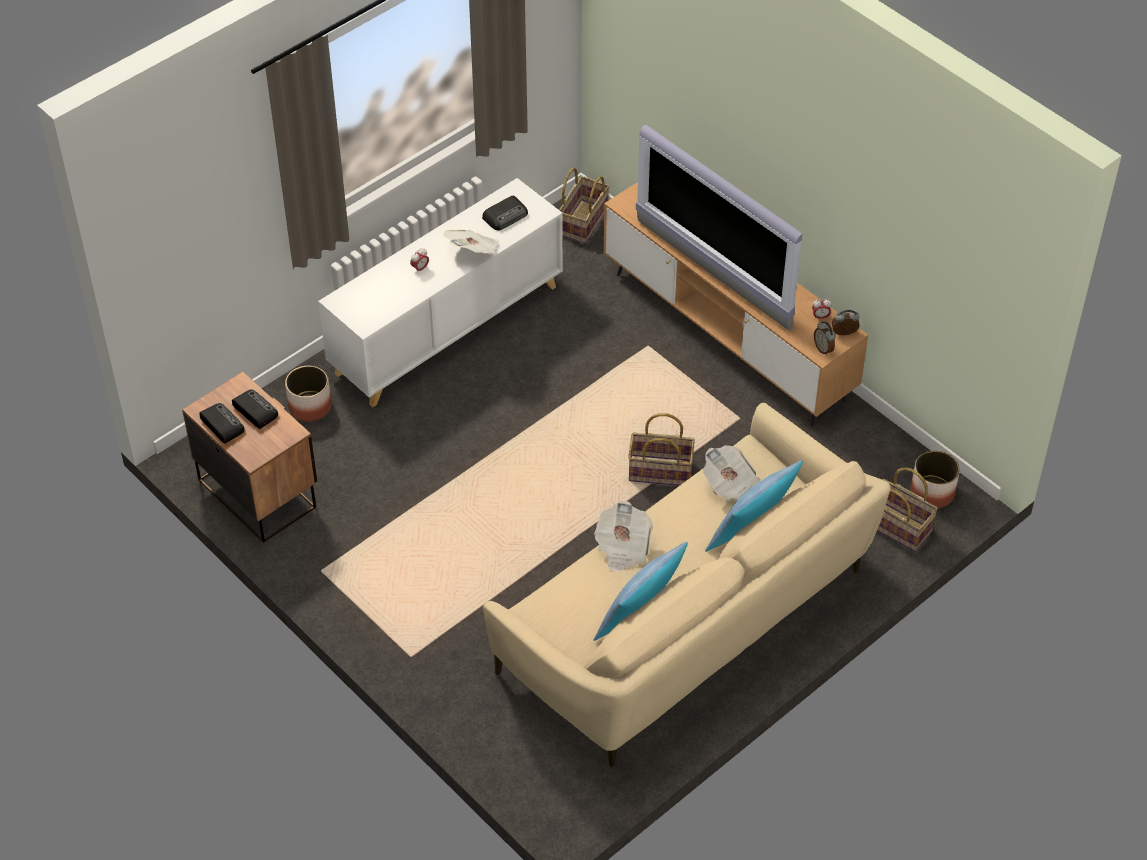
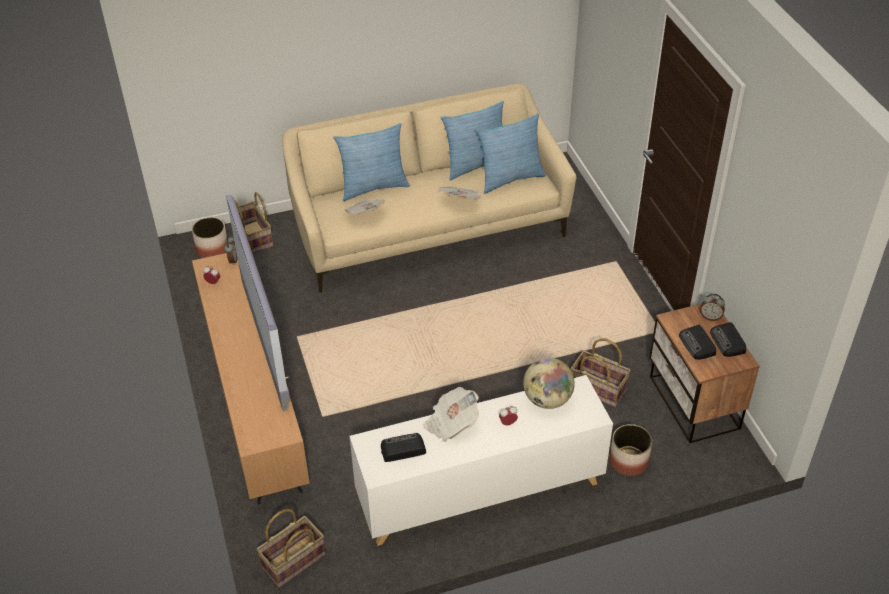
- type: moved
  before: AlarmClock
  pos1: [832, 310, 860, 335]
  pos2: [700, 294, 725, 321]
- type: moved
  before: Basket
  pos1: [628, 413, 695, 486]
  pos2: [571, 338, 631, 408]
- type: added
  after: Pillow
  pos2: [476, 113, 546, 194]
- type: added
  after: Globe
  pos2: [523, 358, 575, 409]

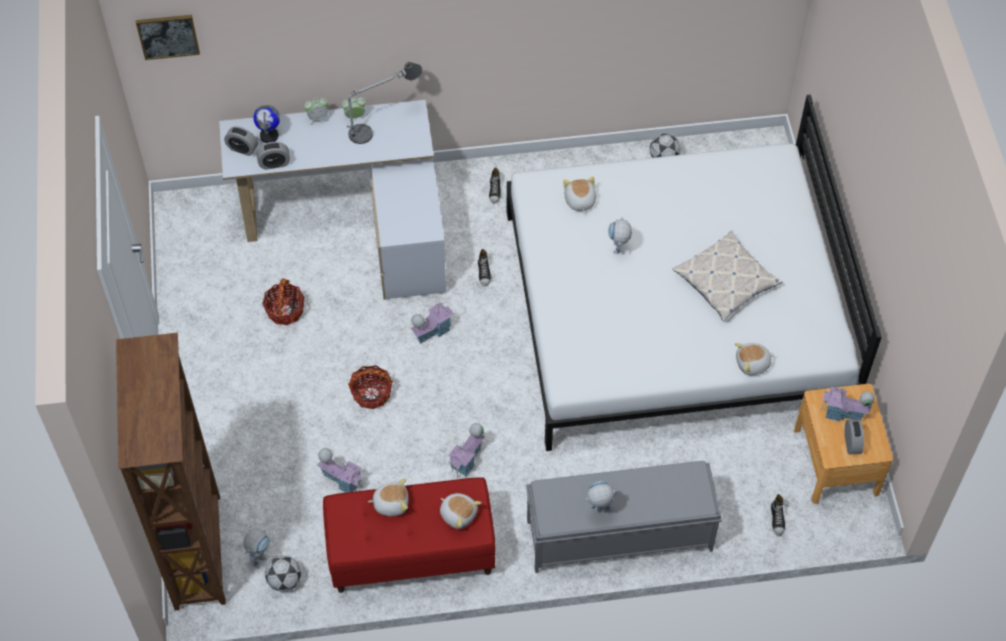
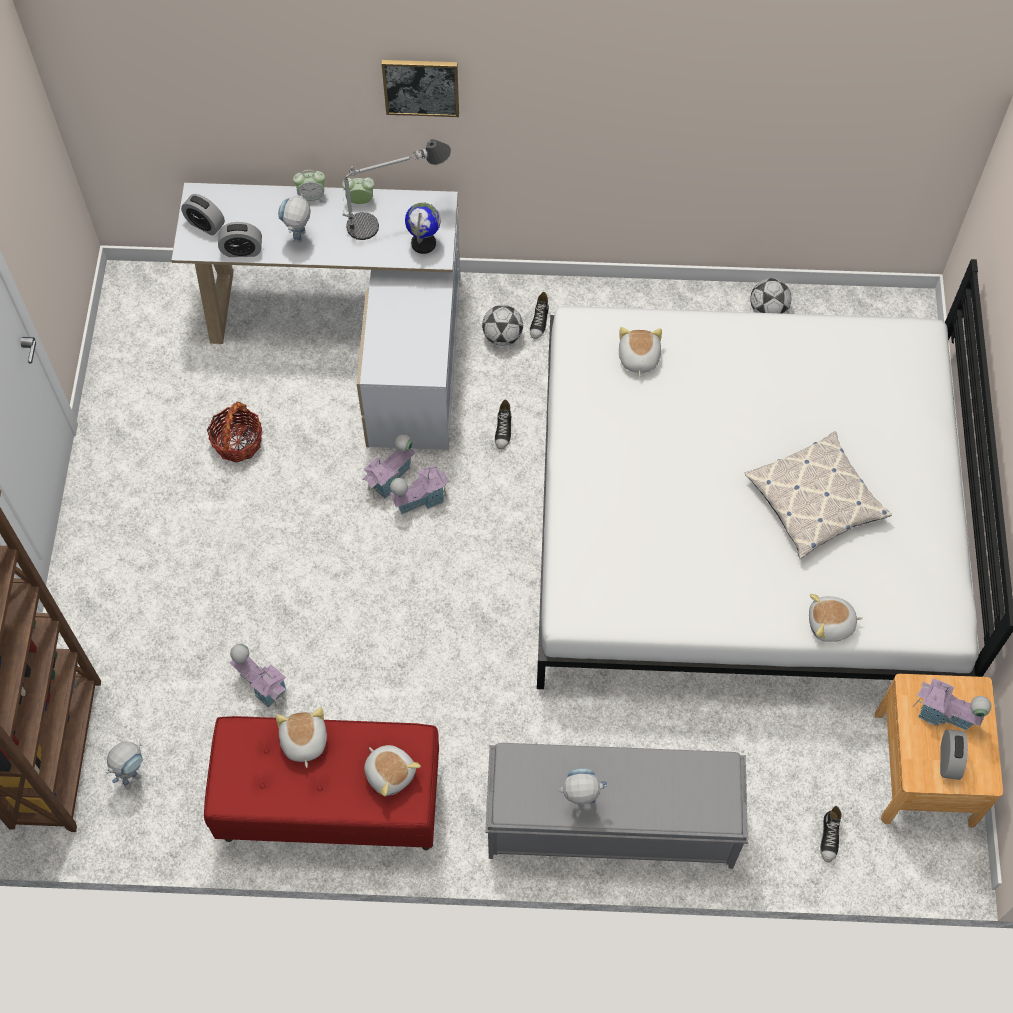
- type: moved
  before: Picture
  pos1: [136, 15, 200, 60]
  pos2: [382, 60, 459, 117]
- type: moved
  before: Globe
  pos1: [253, 105, 280, 143]
  pos2: [405, 202, 441, 254]
- type: moved
  before: ToyRobot
  pos1: [608, 217, 632, 253]
  pos2: [278, 194, 311, 242]
- type: removed
  before: Basket
  pos1: [348, 365, 393, 409]
- type: moved
  before: ToyHouse
  pos1: [448, 423, 485, 478]
  pos2: [362, 434, 415, 499]
- type: turned
  before: PlushToy
  pos1: [368, 478, 409, 516]
  pos2: [276, 707, 327, 768]
  turn: -105
- type: moved
  before: Football
  pos1: [265, 555, 301, 592]
  pos2: [482, 305, 523, 346]

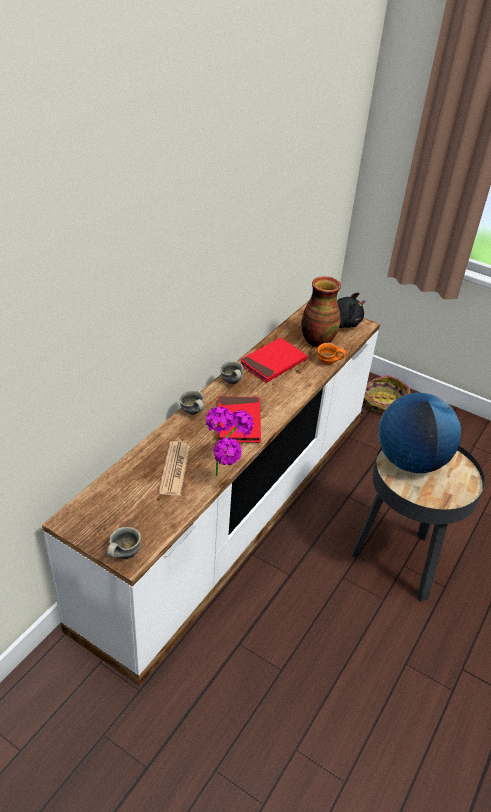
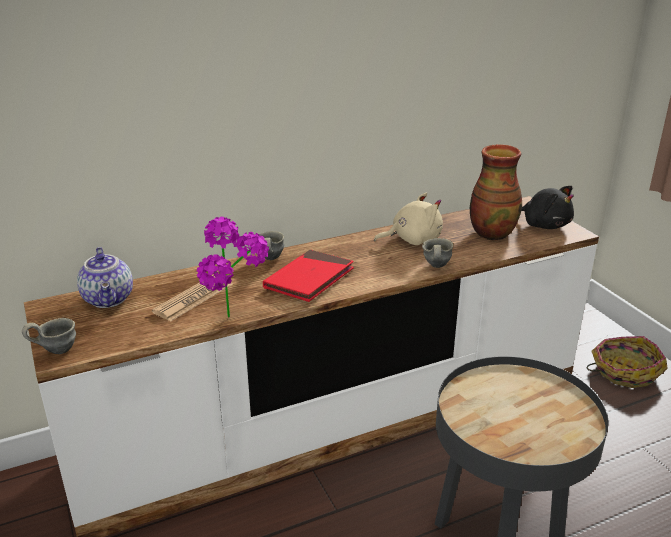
- type: replaced
  before: RedBook
  after: BeigePlushToy
  pos1: [240, 338, 307, 383]
  pos2: [374, 192, 443, 245]
- type: removed
  before: OrangeMug
  pos1: [317, 343, 346, 365]
- type: moved
  before: GreyMug
  pos1: [220, 361, 243, 384]
  pos2: [422, 238, 453, 268]
- type: removed
  before: Globe
  pos1: [378, 393, 461, 473]
- type: added
  after: Teapot
  pos2: [77, 247, 133, 308]

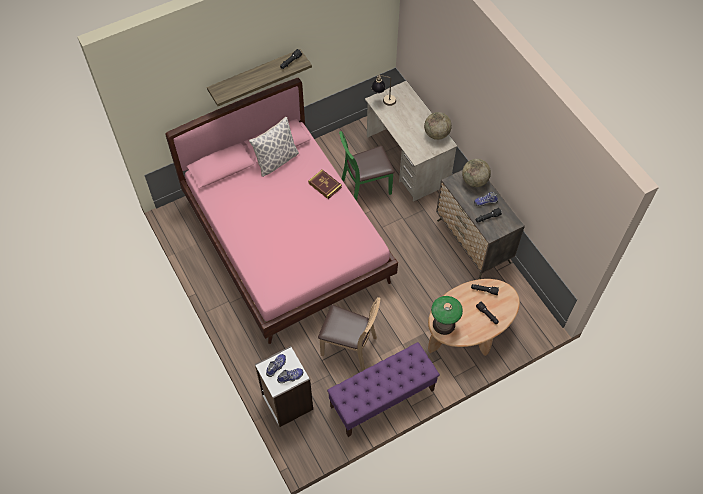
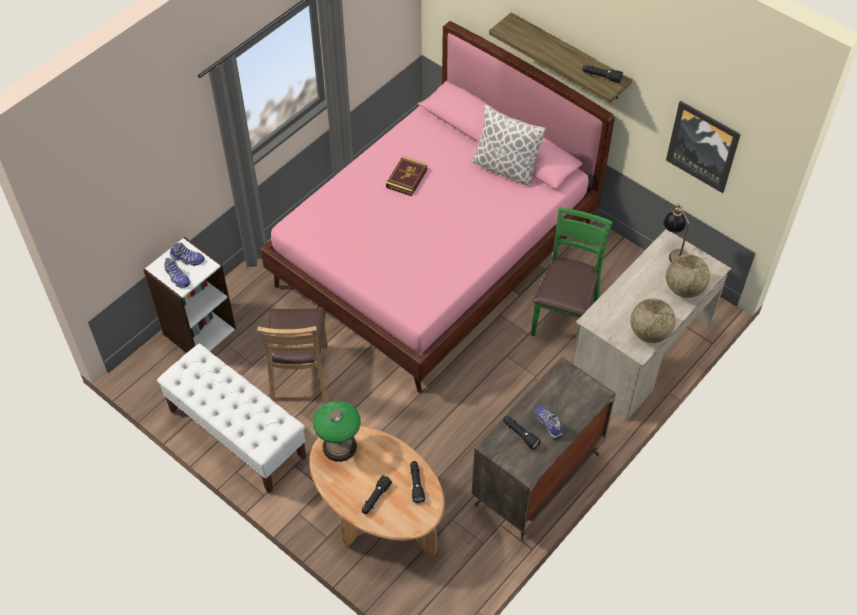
- type: turned
  before: GreenChair
  pos1: [339, 131, 395, 201]
  pos2: [531, 208, 613, 347]
  turn: 60
- type: moved
  before: Globe
  pos1: [462, 159, 491, 187]
  pos2: [666, 254, 710, 298]
- type: moved
  before: Book
  pos1: [308, 170, 342, 199]
  pos2: [386, 156, 428, 196]
- type: recoloured
  before: PurpleBench
  after: WhiteBench
  pos1: [327, 342, 440, 437]
  pos2: [157, 344, 307, 493]
- type: added
  after: Picture
  pos2: [666, 101, 741, 193]

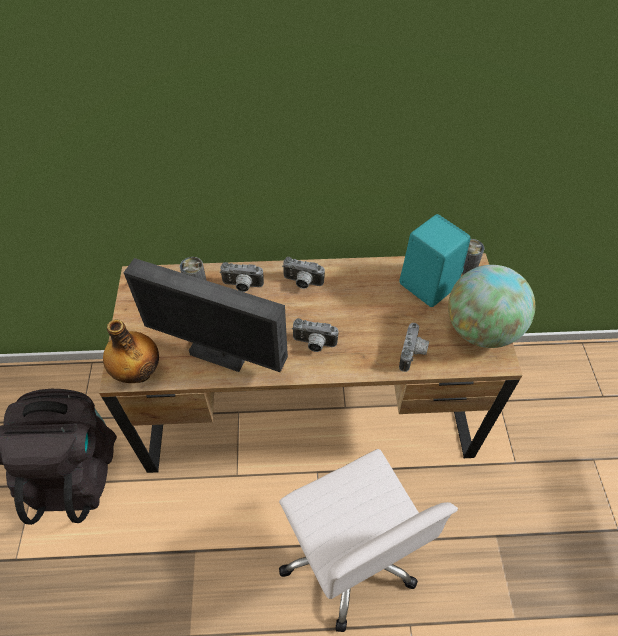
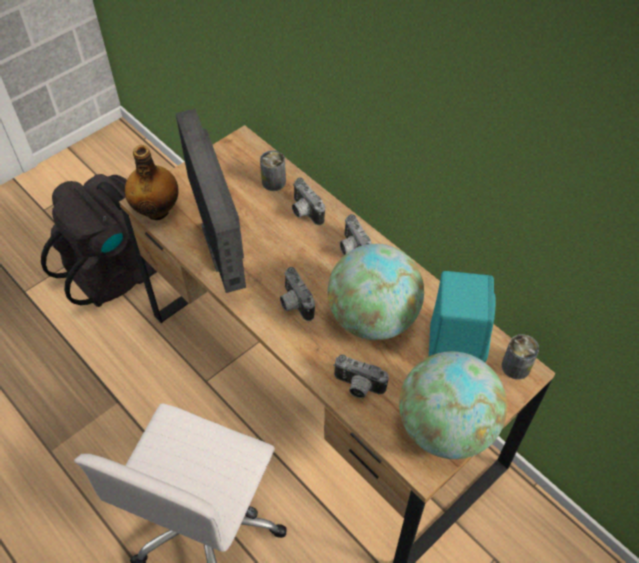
- type: turned
  before: PhotoCamera
  pos1: [399, 323, 429, 372]
  pos2: [333, 354, 389, 398]
  turn: 45
- type: added
  after: Globe
  pos2: [328, 244, 424, 340]

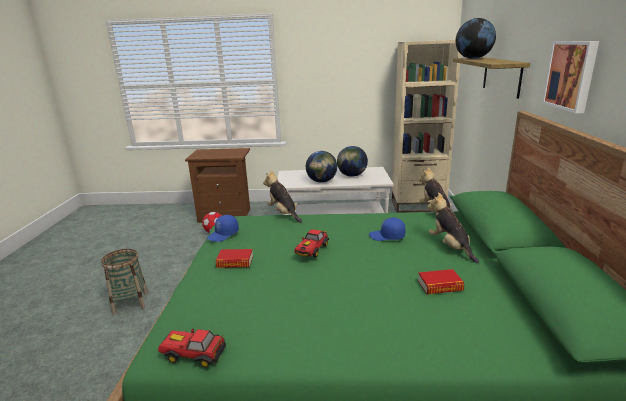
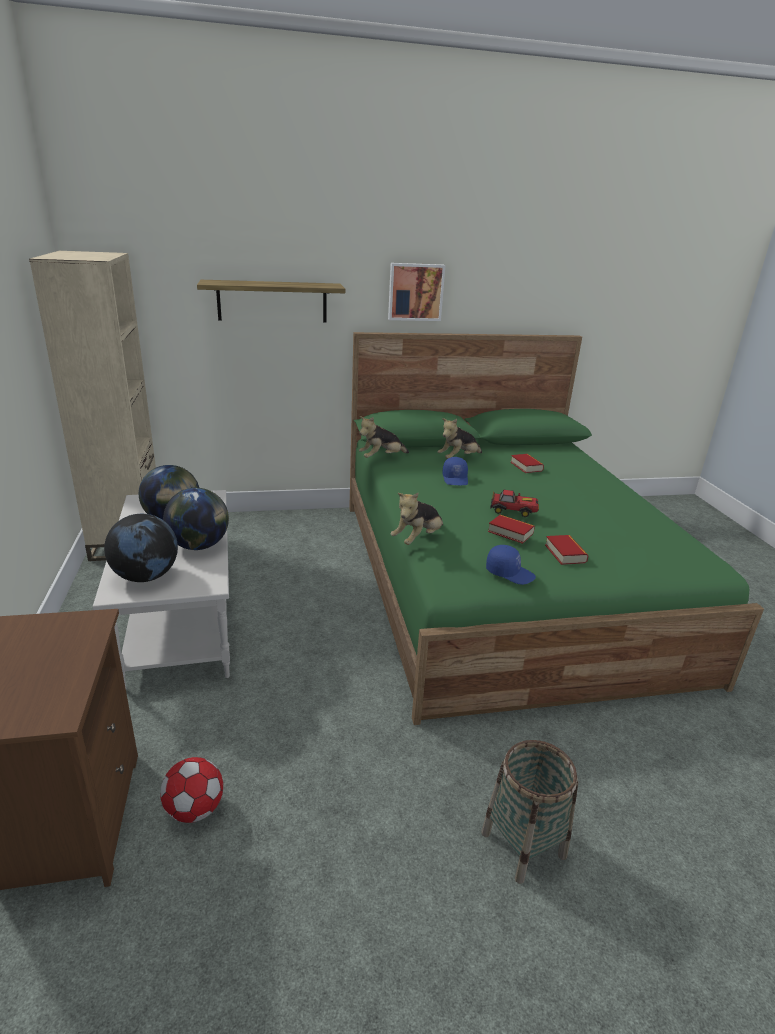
- type: moved
  before: Globe
  pos1: [455, 18, 496, 59]
  pos2: [104, 514, 178, 582]
- type: removed
  before: ToyCar
  pos1: [158, 328, 226, 368]
- type: added
  after: Book
  pos2: [488, 515, 535, 544]

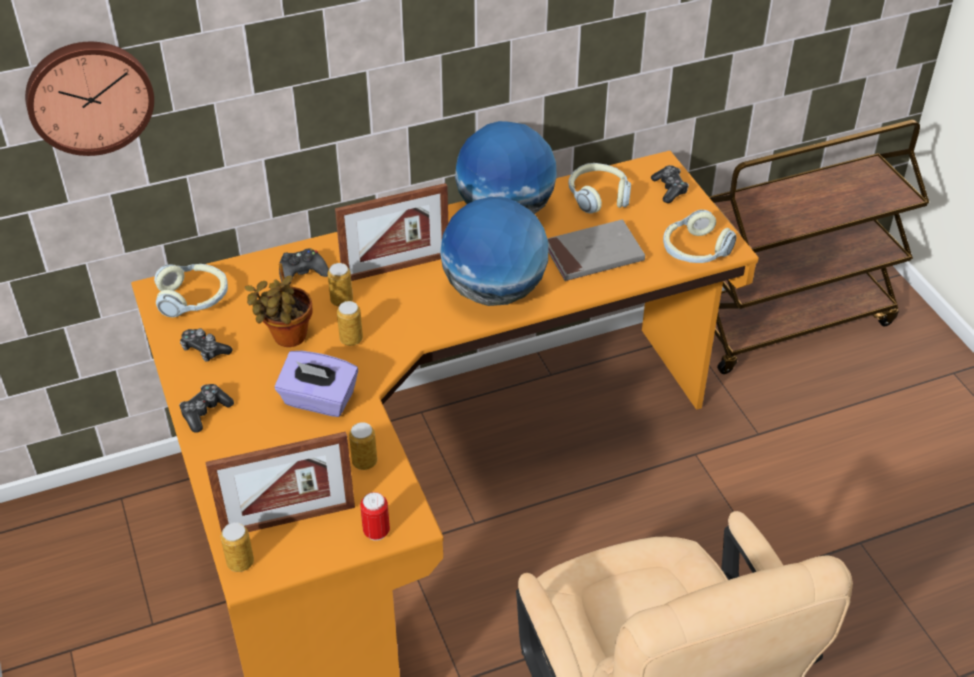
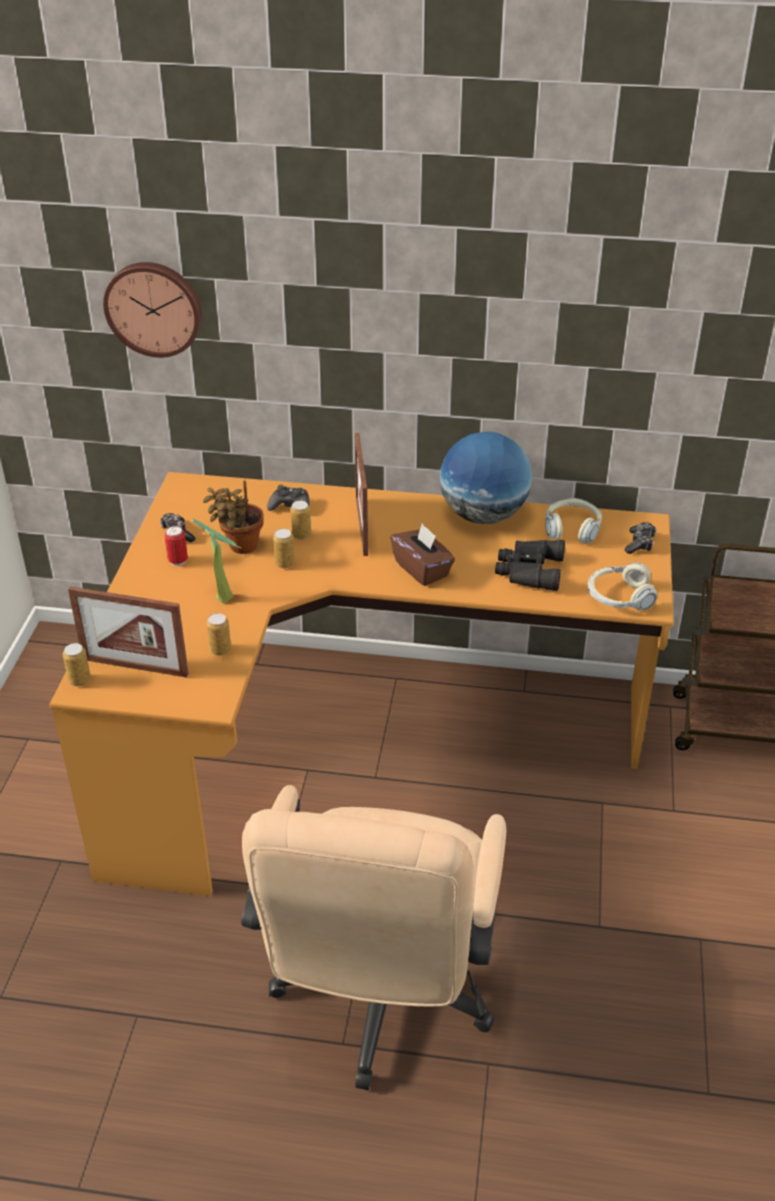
- type: turned
  before: PictureFrame
  pos1: [335, 183, 448, 281]
  pos2: [355, 433, 368, 556]
  turn: 75
- type: replaced
  before: Globe
  after: BrownTissueBox
  pos1: [440, 197, 549, 306]
  pos2: [391, 523, 455, 586]
- type: replaced
  before: GreyBook
  after: BlackBinoculars
  pos1: [547, 220, 645, 281]
  pos2: [495, 540, 565, 591]
- type: removed
  before: Headphones
  pos1: [154, 264, 228, 317]
- type: replaced
  before: PurpleTissueBox
  after: PottedPlant
  pos1: [275, 351, 358, 417]
  pos2: [192, 518, 242, 603]
- type: removed
  before: GameController
  pos1: [179, 384, 234, 433]
- type: moved
  before: Can
  pos1: [360, 492, 390, 541]
  pos2: [164, 526, 188, 566]

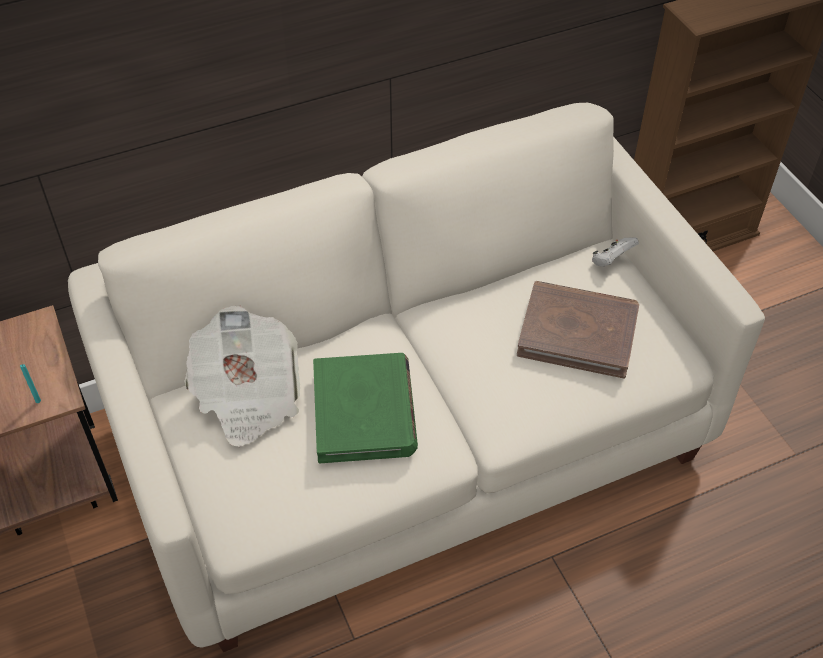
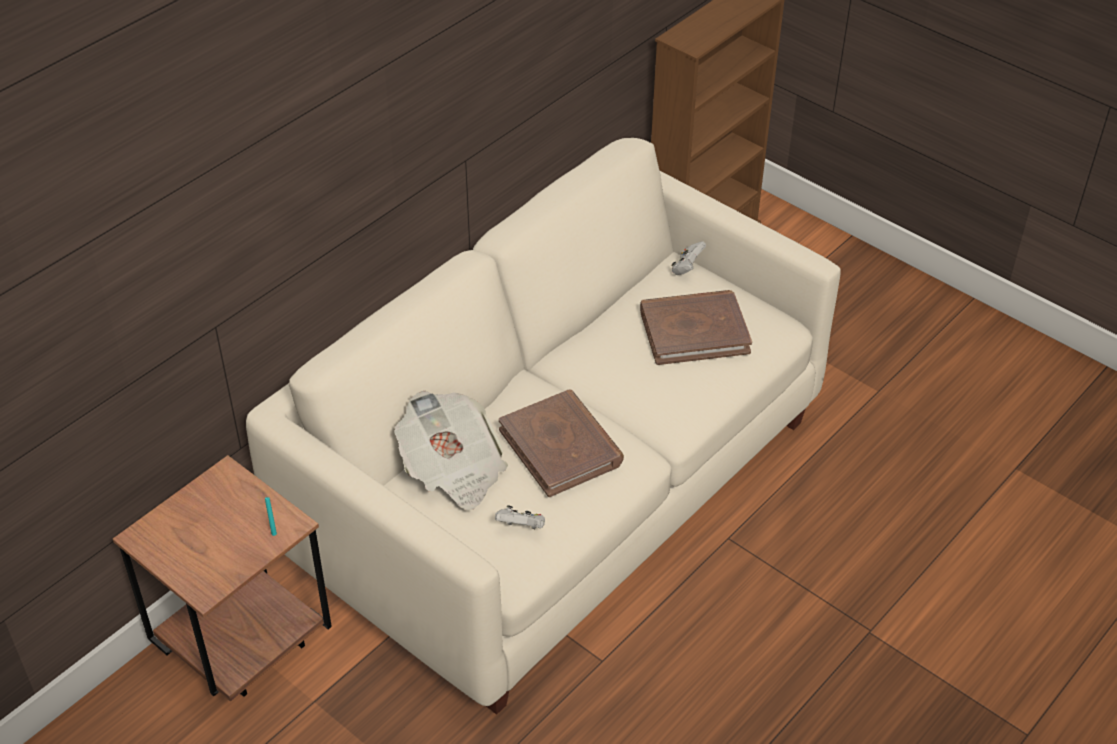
- type: recoloured
  before: GreenBook
  after: BrownBook
  pos1: [313, 353, 418, 463]
  pos2: [499, 389, 624, 497]
- type: added
  after: WhiteGameController
  pos2: [495, 505, 545, 529]

